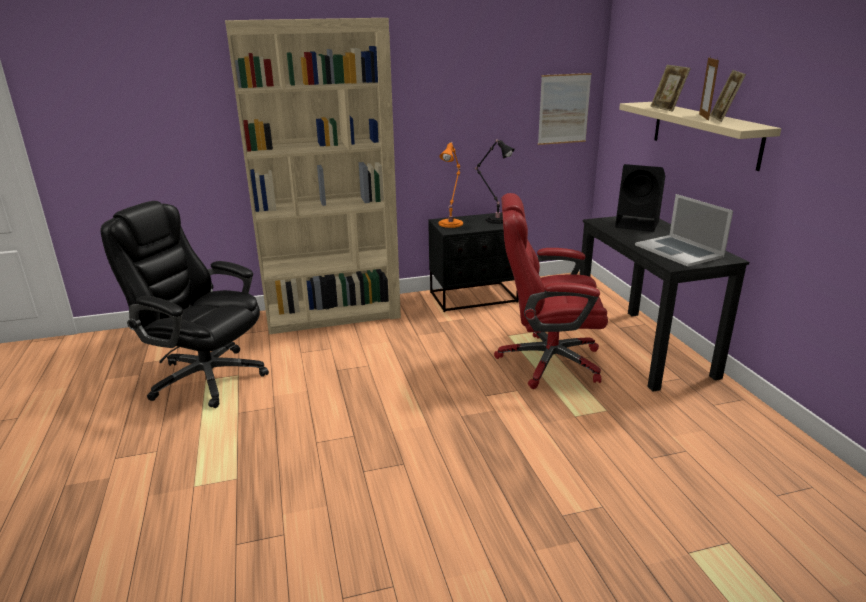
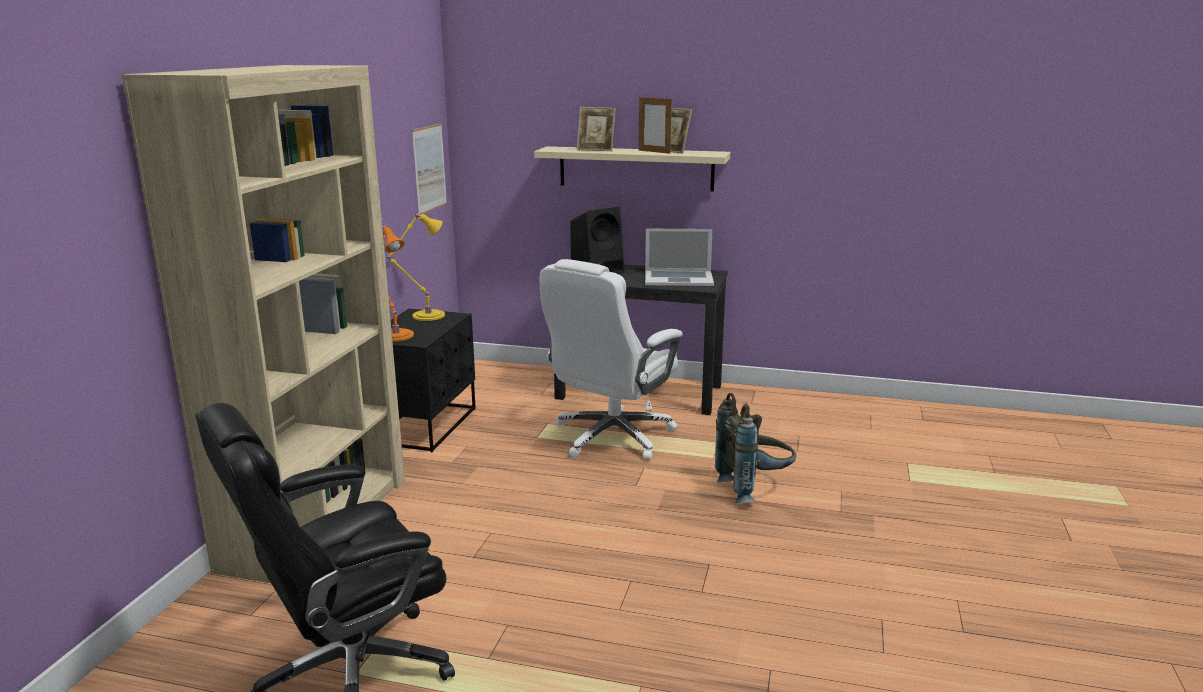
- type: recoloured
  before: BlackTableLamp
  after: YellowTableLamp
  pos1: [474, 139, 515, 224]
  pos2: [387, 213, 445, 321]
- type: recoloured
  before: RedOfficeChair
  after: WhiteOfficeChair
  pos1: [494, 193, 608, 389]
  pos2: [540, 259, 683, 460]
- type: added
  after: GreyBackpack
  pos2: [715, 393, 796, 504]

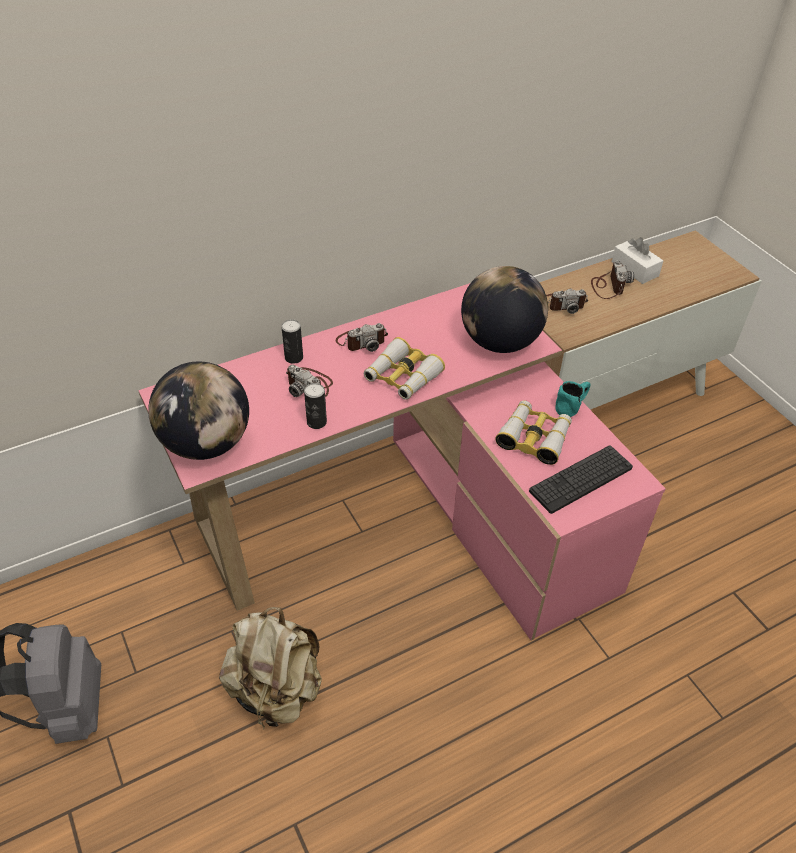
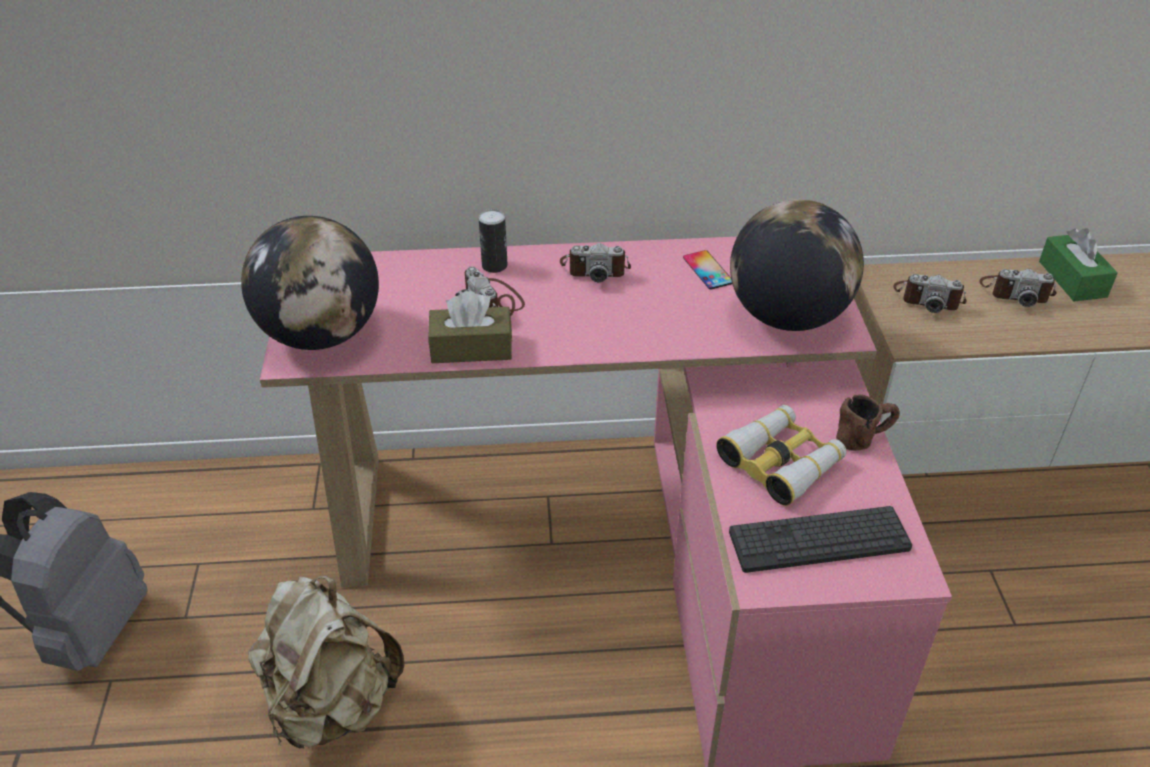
- type: recoloured
  before: WhiteTissueBox
  after: GreenTissueBox
  pos1: [612, 237, 663, 284]
  pos2: [1039, 228, 1118, 301]
- type: turned
  before: PhotoCamera
  pos1: [591, 261, 634, 299]
  pos2: [979, 269, 1057, 307]
  turn: 75
- type: removed
  before: Binoculars
  pos1: [364, 337, 445, 400]
- type: recoloured
  before: TurquoiseMug
  after: BrownMug
  pos1: [556, 381, 590, 417]
  pos2: [836, 394, 900, 451]
- type: replaced
  before: Can
  after: BrownTissueBox
  pos1: [304, 383, 327, 429]
  pos2: [428, 291, 512, 363]
- type: added
  after: Phone
  pos2: [683, 250, 732, 289]

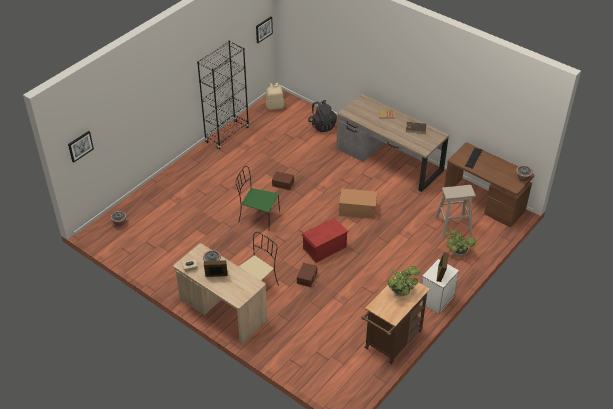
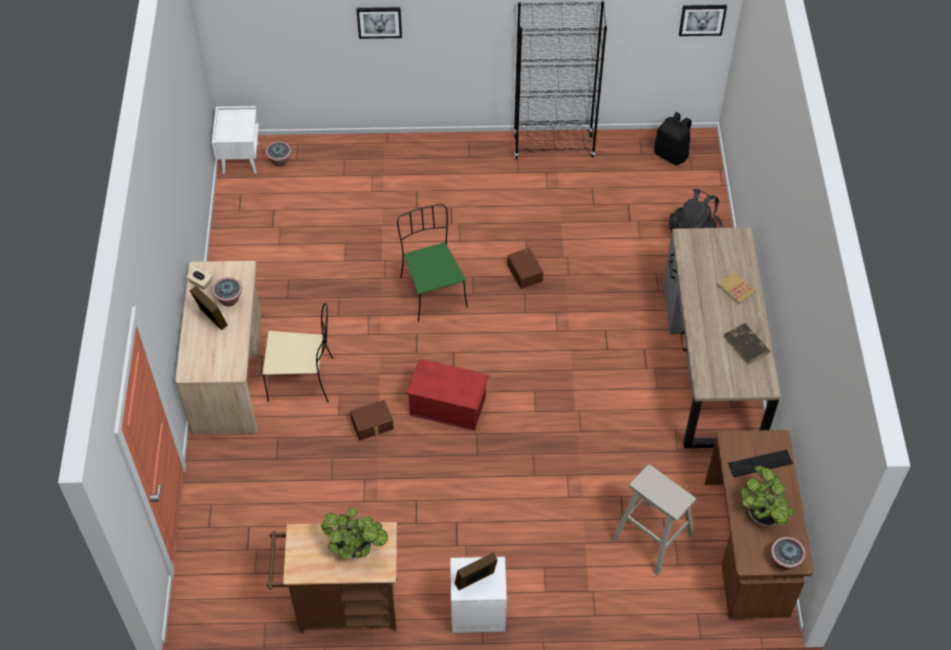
- type: recoloured
  before: BeigeBackpack
  after: BlackBackpack
  pos1: [266, 83, 284, 110]
  pos2: [654, 112, 692, 165]
- type: moved
  before: Picture
  pos1: [68, 131, 94, 163]
  pos2: [357, 7, 402, 39]
- type: removed
  before: CardboardBox
  pos1: [339, 188, 377, 219]
- type: moved
  before: PottedPlant
  pos1: [444, 230, 476, 256]
  pos2: [741, 466, 794, 526]
- type: added
  after: WhiteNightstand
  pos2: [212, 106, 259, 174]

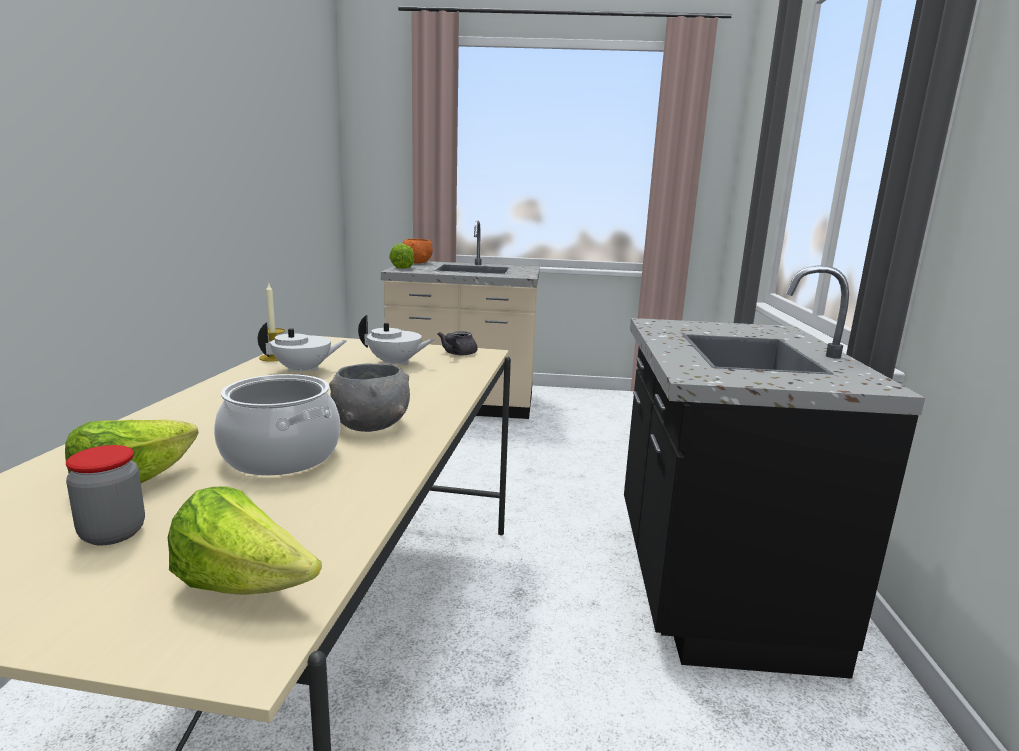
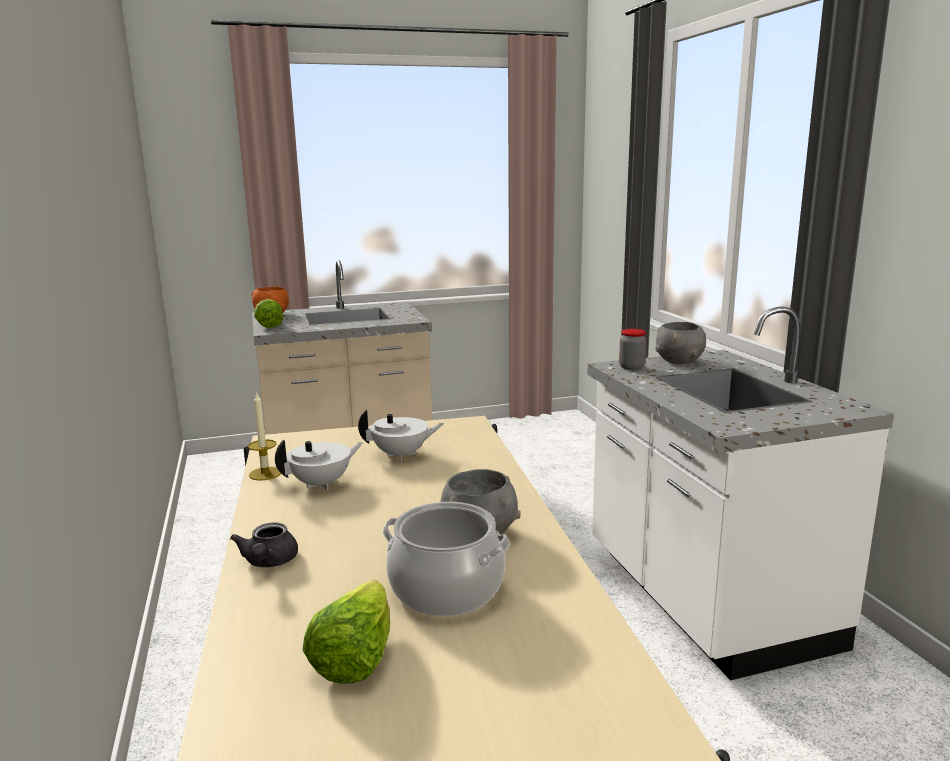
- type: recoloured
  before: BlackCounter
  after: WhiteCounter
  pos1: [624, 266, 925, 679]
  pos2: [587, 306, 894, 680]
- type: moved
  before: GreyTeapot
  pos1: [437, 331, 478, 355]
  pos2: [230, 522, 298, 567]
- type: moved
  before: Jar
  pos1: [66, 445, 145, 545]
  pos2: [619, 329, 647, 370]
- type: removed
  before: Lettuce
  pos1: [168, 486, 322, 595]
- type: added
  after: GreyBowl
  pos2: [655, 322, 706, 364]

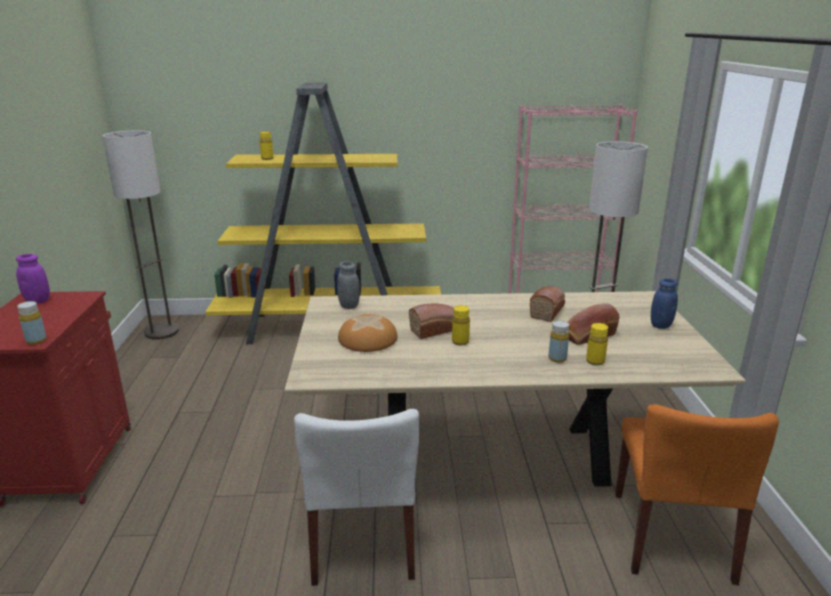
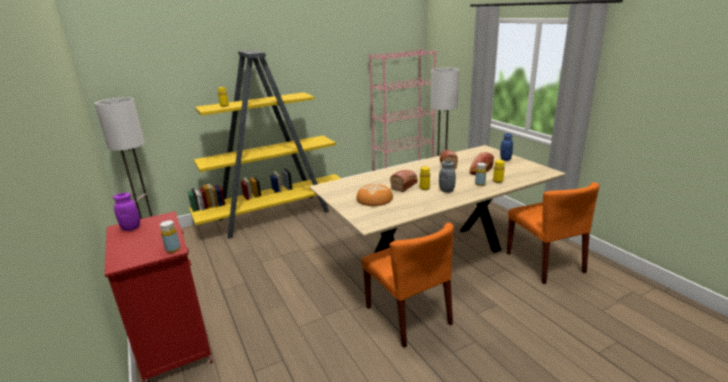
- type: moved
  before: GreyJar
  pos1: [337, 261, 360, 309]
  pos2: [439, 161, 456, 193]
- type: recoloured
  before: WhiteChair
  after: OrangeChair
  pos1: [294, 409, 419, 586]
  pos2: [361, 222, 454, 348]

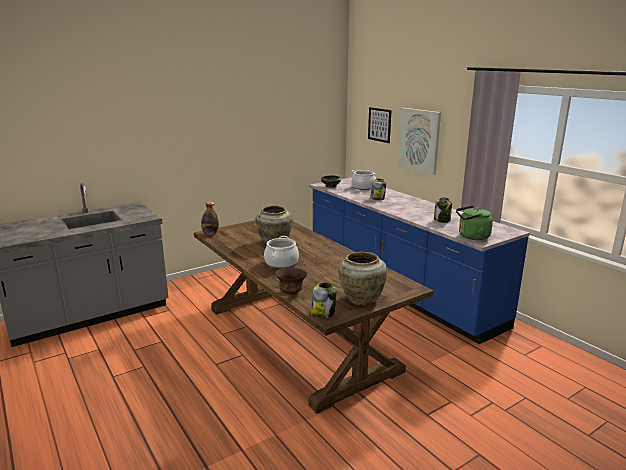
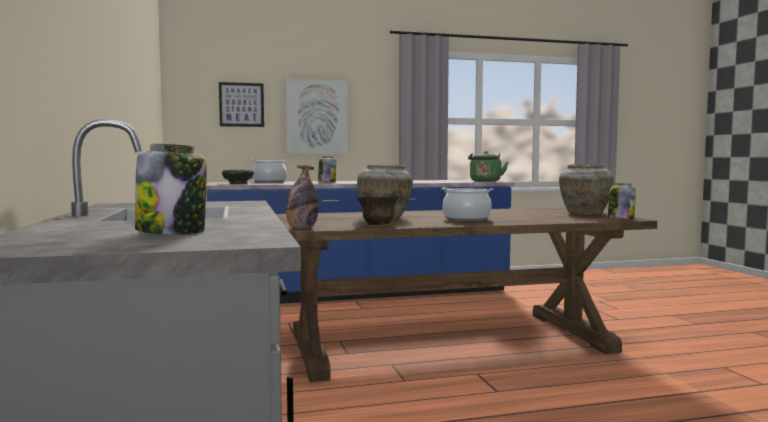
- type: moved
  before: Jar
  pos1: [434, 197, 452, 223]
  pos2: [135, 144, 207, 235]
- type: moved
  before: BrownBowl
  pos1: [275, 268, 307, 295]
  pos2: [357, 196, 399, 225]

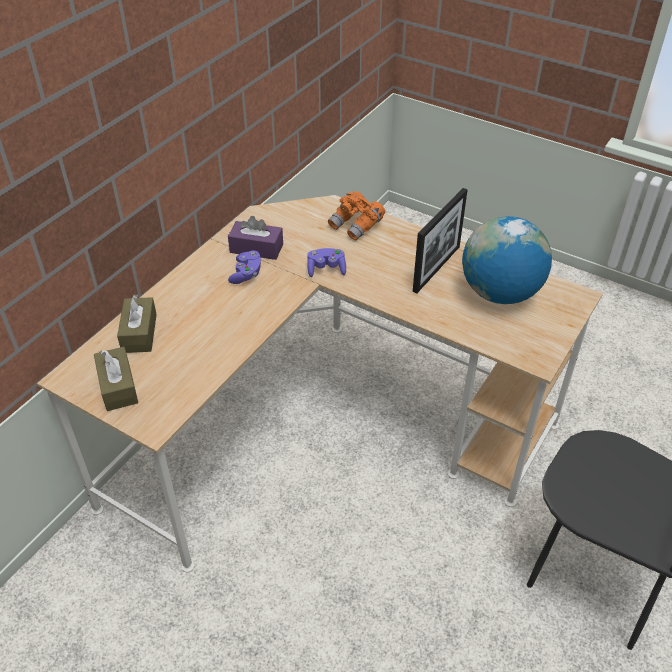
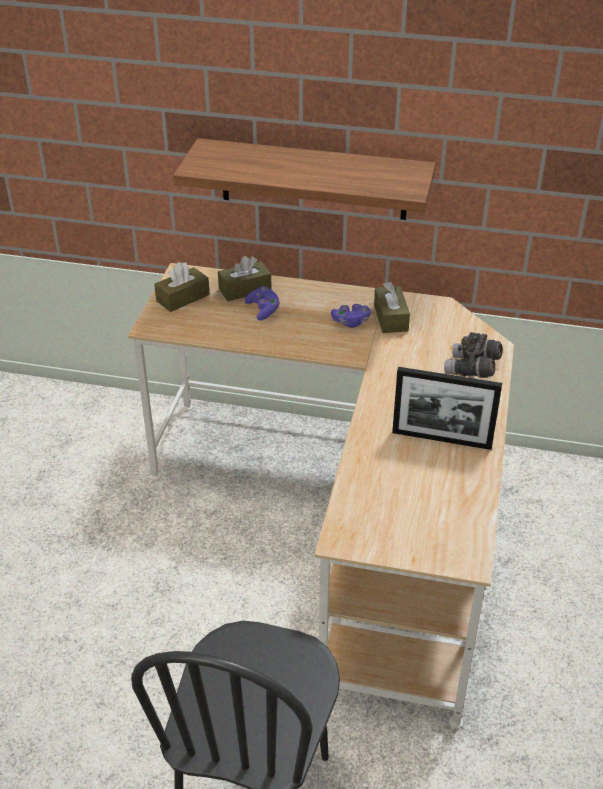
- type: recoloured
  before: OrangeBinoculars
  after: GreyBinoculars
  pos1: [328, 191, 385, 240]
  pos2: [444, 332, 503, 378]
- type: recoloured
  before: PurpleTissueBox
  after: BrownTissueBox
  pos1: [228, 216, 283, 260]
  pos2: [374, 282, 410, 333]
- type: removed
  before: Globe
  pos1: [462, 216, 552, 304]
- type: moved
  before: PurpleGameController
  pos1: [307, 248, 346, 277]
  pos2: [244, 286, 280, 320]
- type: added
  after: Shelf
  pos2: [173, 138, 436, 220]

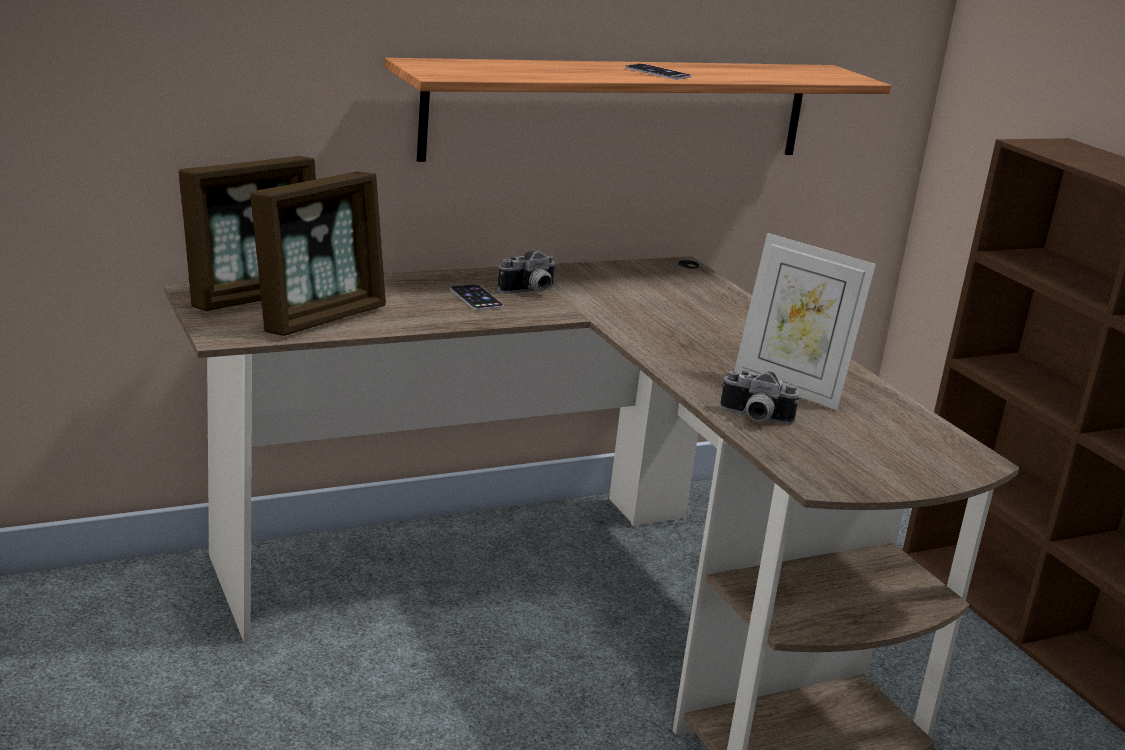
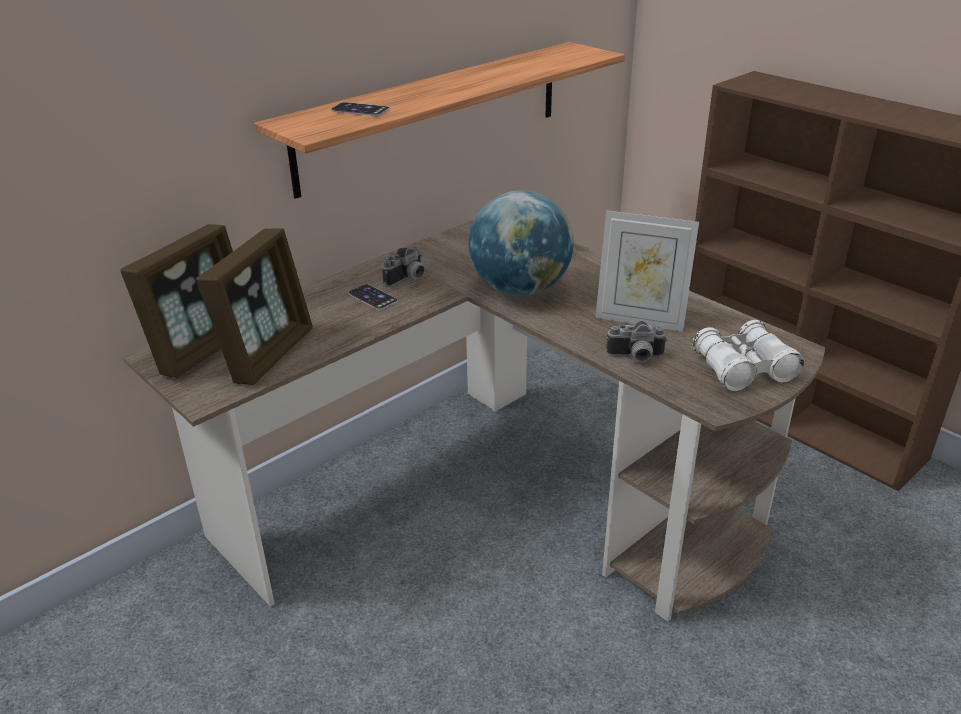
- type: moved
  before: Phone
  pos1: [625, 64, 692, 80]
  pos2: [331, 102, 390, 116]
- type: added
  after: Globe
  pos2: [468, 190, 574, 297]
- type: added
  after: WhiteBinoculars
  pos2: [692, 320, 804, 392]

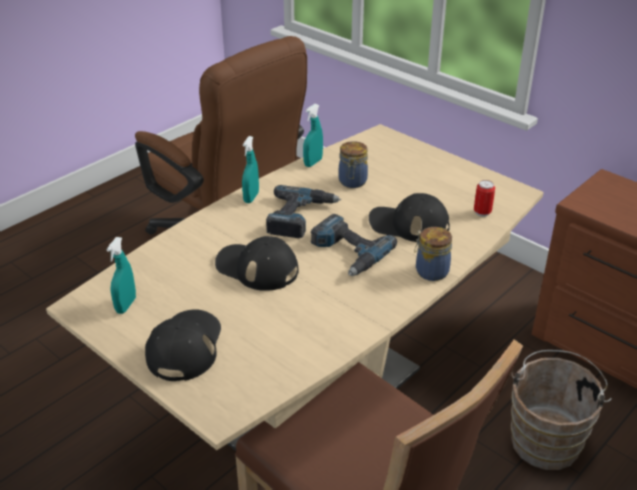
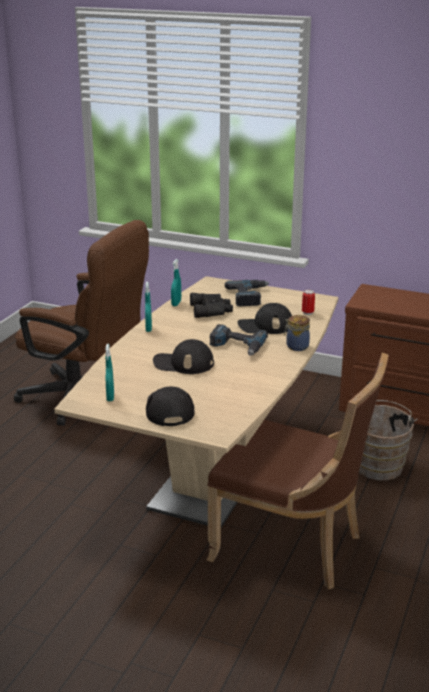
- type: replaced
  before: Jar
  after: BlackBinoculars
  pos1: [339, 141, 368, 188]
  pos2: [190, 293, 233, 318]
- type: moved
  before: PowerDrill
  pos1: [266, 185, 341, 238]
  pos2: [225, 280, 270, 306]

